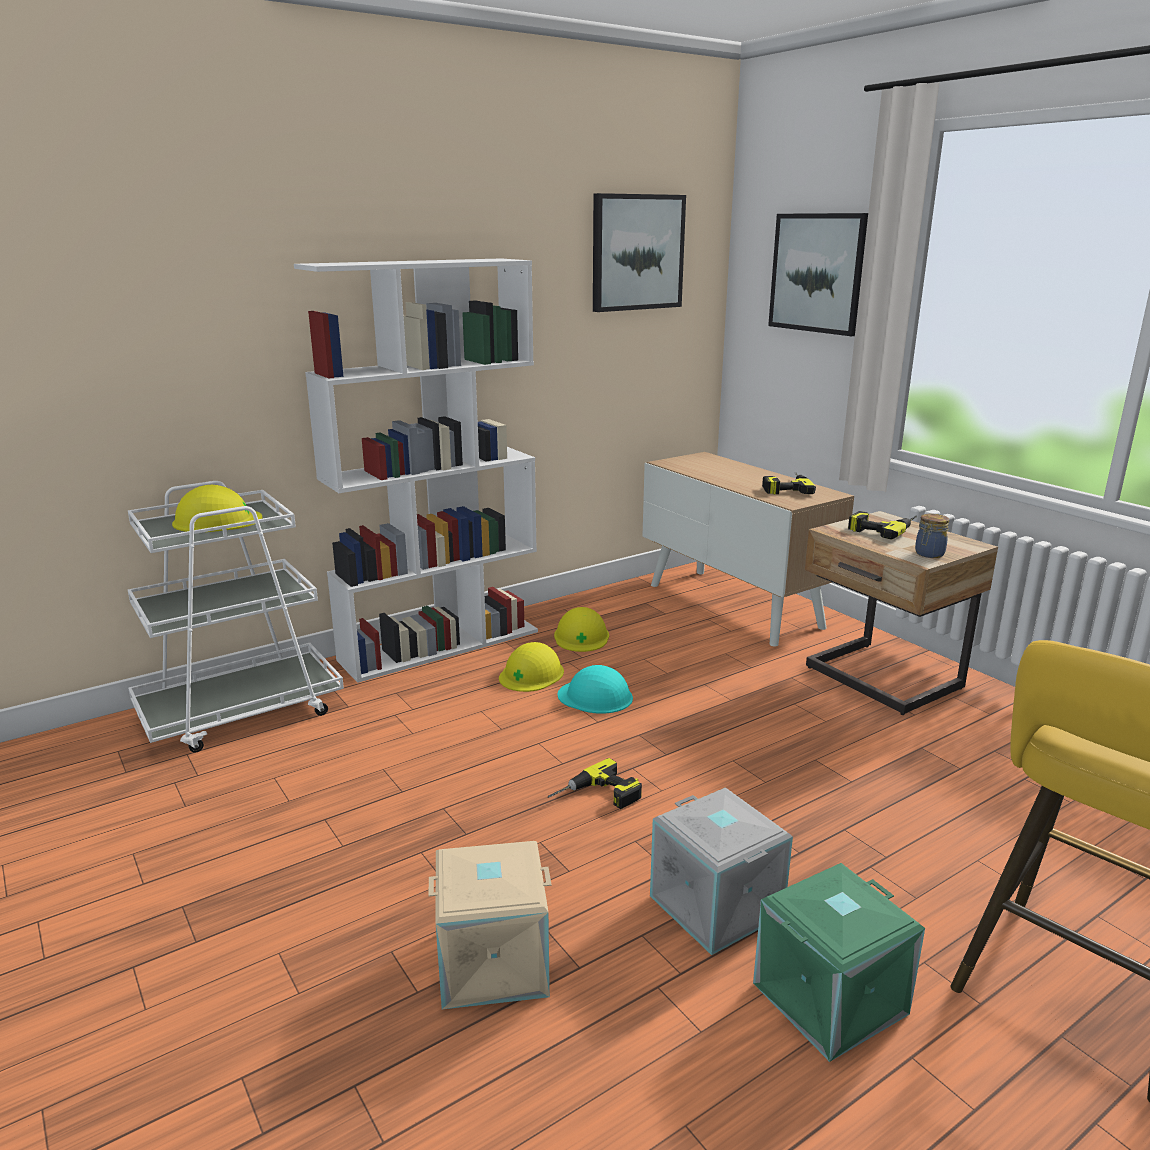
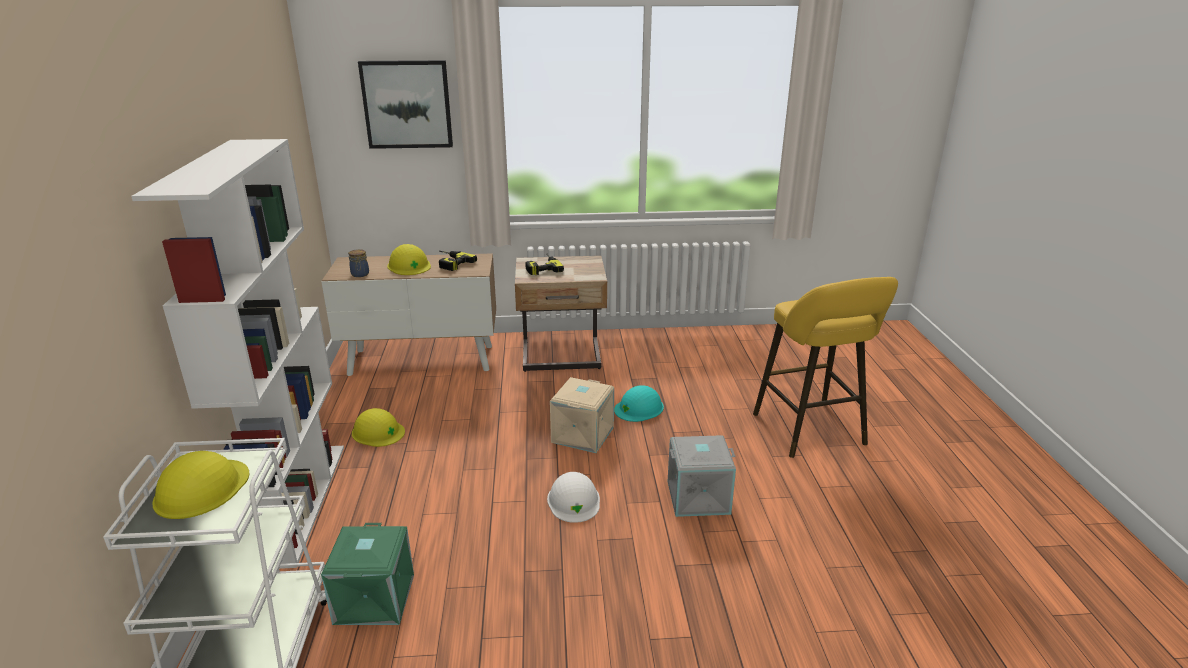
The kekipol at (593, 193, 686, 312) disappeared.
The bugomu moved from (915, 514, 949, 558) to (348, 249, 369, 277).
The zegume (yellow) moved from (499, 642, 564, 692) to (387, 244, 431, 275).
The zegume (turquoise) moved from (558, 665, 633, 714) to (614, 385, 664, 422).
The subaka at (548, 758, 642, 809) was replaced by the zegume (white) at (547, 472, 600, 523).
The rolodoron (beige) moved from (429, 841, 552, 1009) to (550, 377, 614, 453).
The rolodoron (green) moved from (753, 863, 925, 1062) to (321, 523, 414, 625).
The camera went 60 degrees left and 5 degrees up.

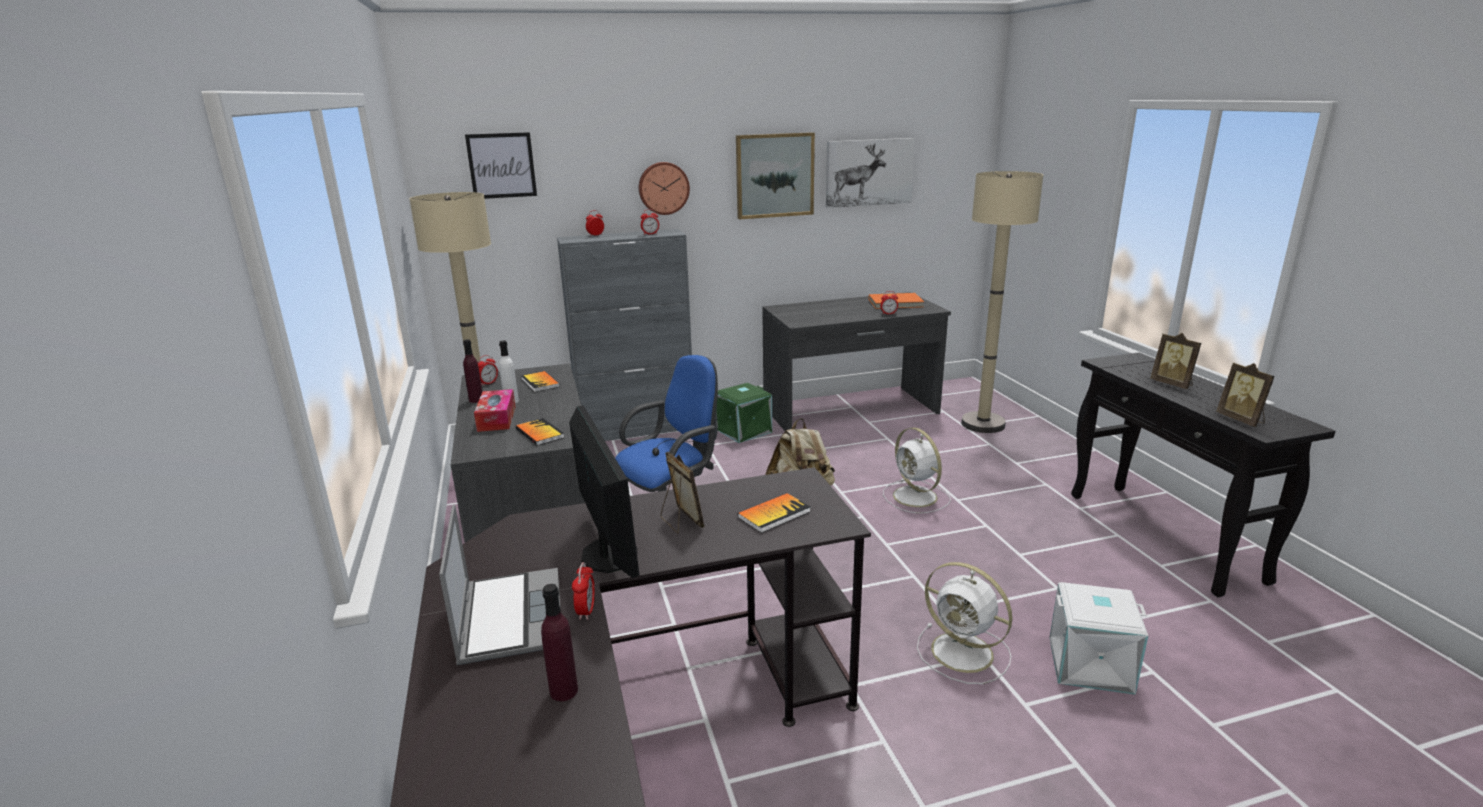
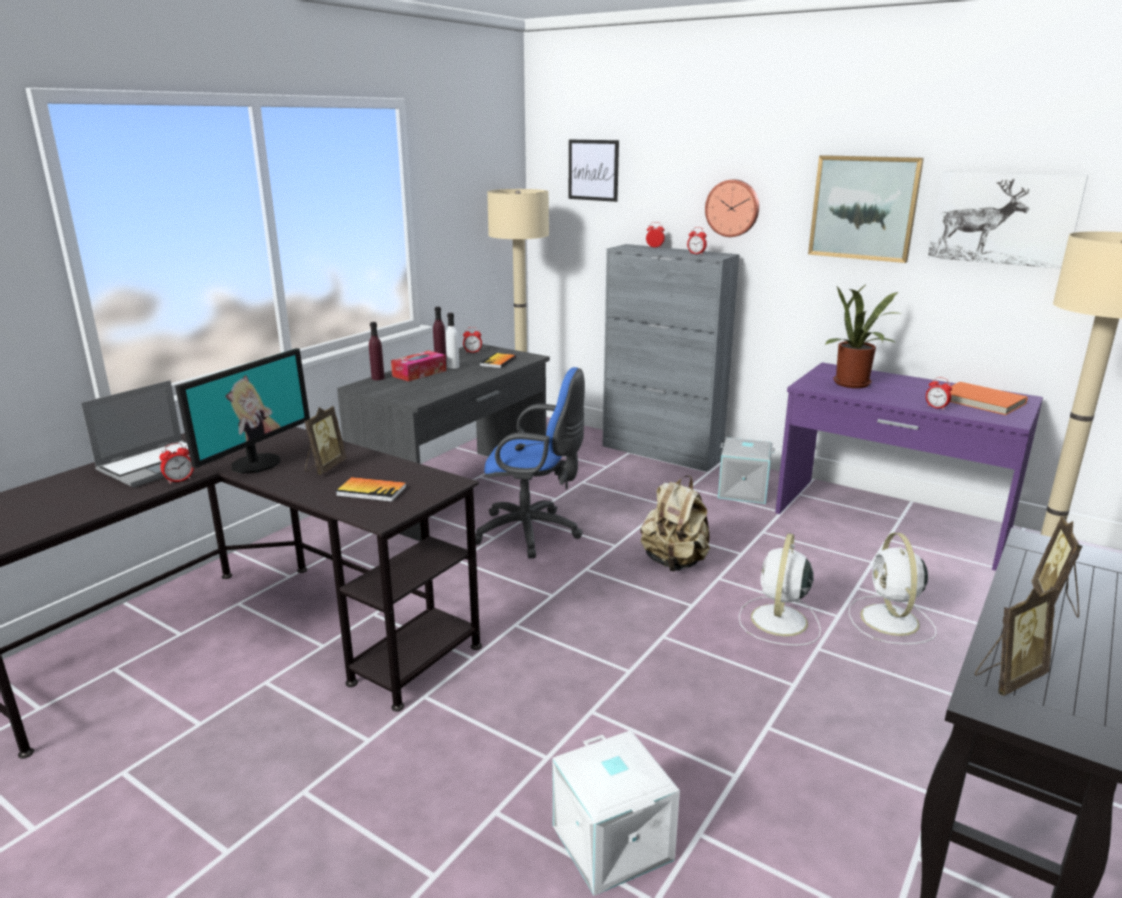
The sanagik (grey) at (762, 292, 951, 431) became the sanagik (purple) at (775, 363, 1043, 571).
The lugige at (1216, 363, 1275, 427) turned 150 degrees counterclockwise.
The rolodoron (green) at (716, 383, 772, 443) became the rolodoron (grey) at (718, 438, 775, 504).
The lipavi at (515, 418, 565, 446) disappeared.
The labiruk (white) moved from (917, 562, 1012, 684) to (849, 533, 937, 644).
The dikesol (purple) moved from (541, 584, 578, 701) to (369, 322, 385, 380).
The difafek at (824, 284, 903, 388) appeared.
The camera went 50 degrees right and 0 degrees up.

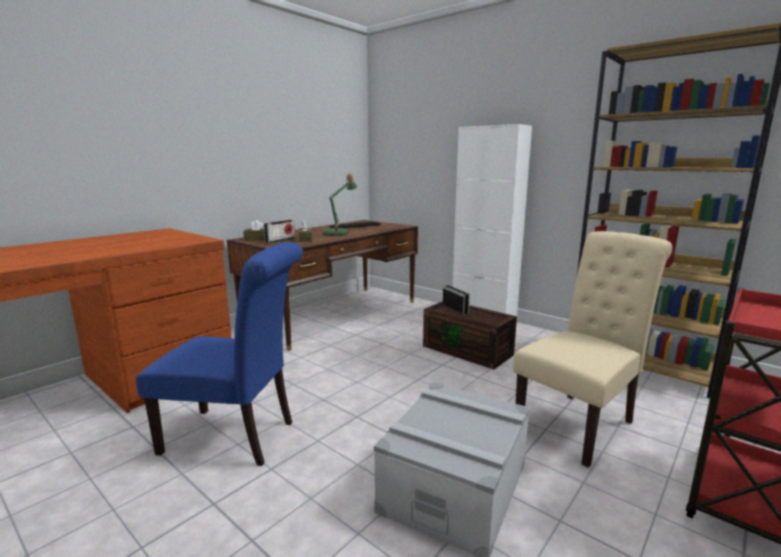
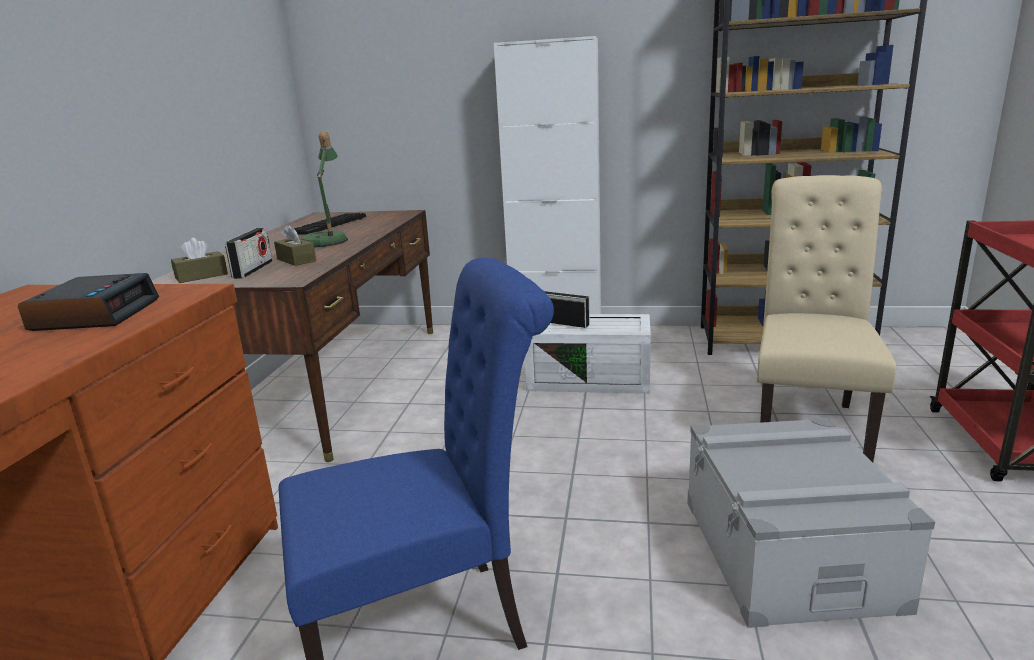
The rolodoron (brown) at (423, 301, 517, 369) became the rolodoron (white) at (525, 314, 651, 394).
The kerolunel at (18, 273, 159, 331) appeared.
The camera went 30 degrees left and 5 degrees up.

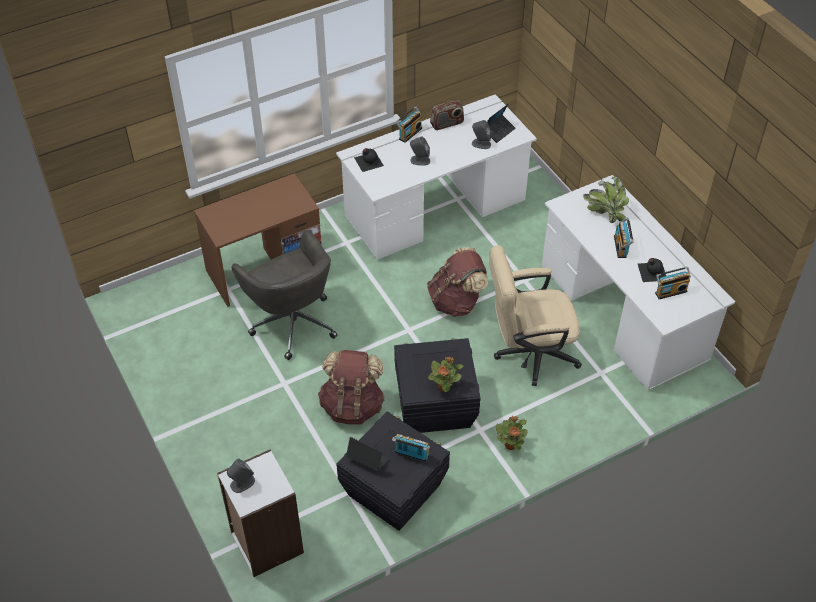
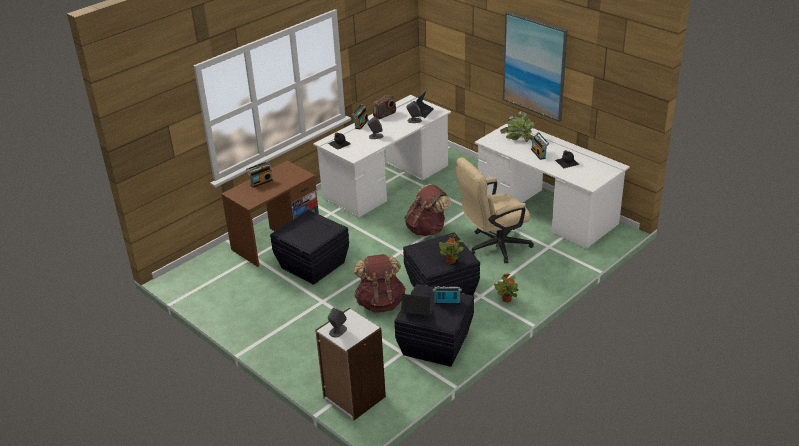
The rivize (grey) at (231, 230, 337, 360) was replaced by the rolodoron (black) at (270, 210, 349, 285).
The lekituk moved from (655, 267, 691, 299) to (246, 161, 273, 188).
The kekipol at (503, 11, 568, 122) appeared.
The camera went 15 degrees left and 15 degrees down.

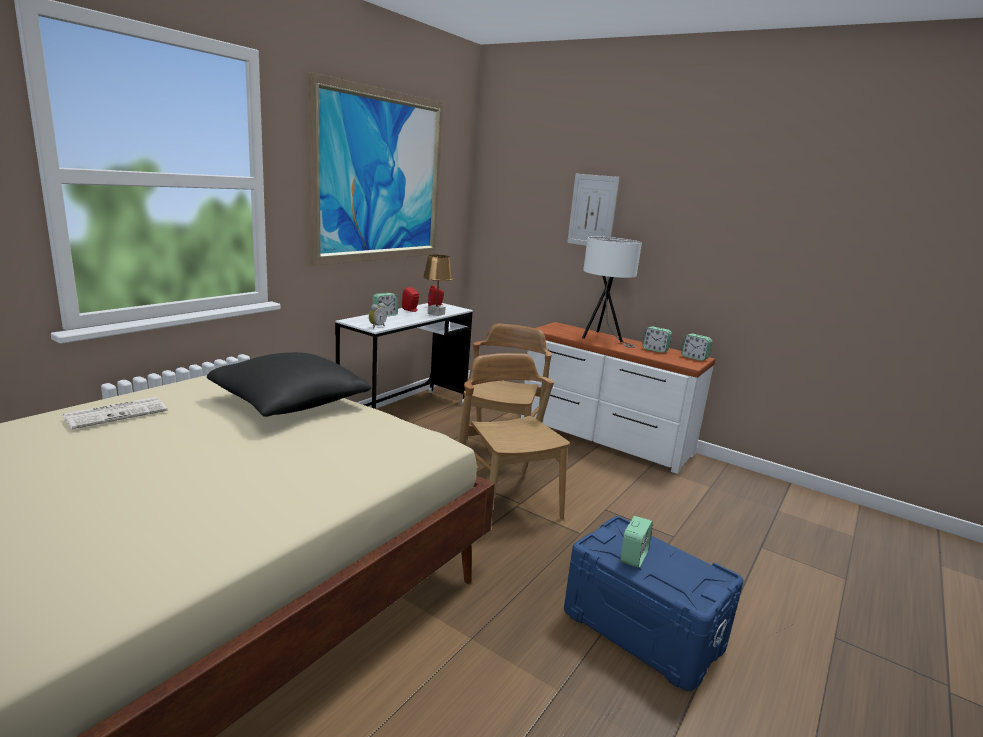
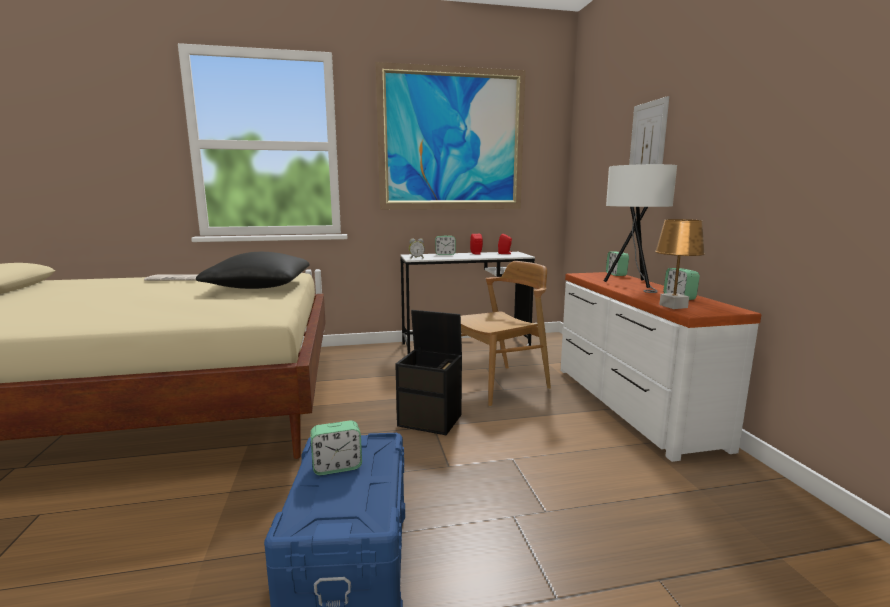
The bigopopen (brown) moved from (423, 254, 453, 316) to (655, 219, 705, 309).
The kerolunel moved from (681, 334, 712, 361) to (606, 251, 629, 276).
The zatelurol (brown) at (459, 353, 570, 520) was replaced by the rolodoron (black) at (395, 310, 462, 435).
The camera went 45 degrees right and 5 degrees down.

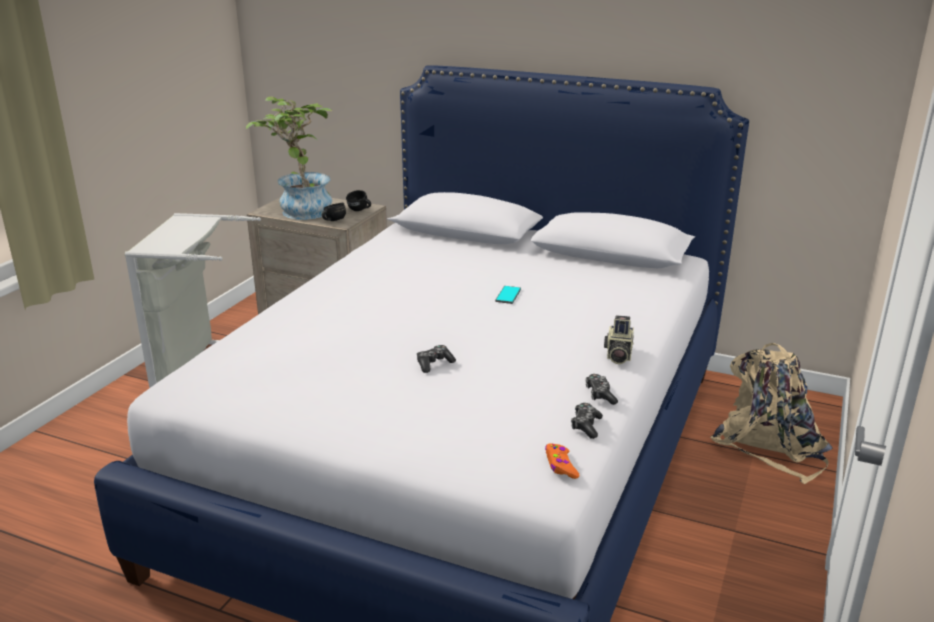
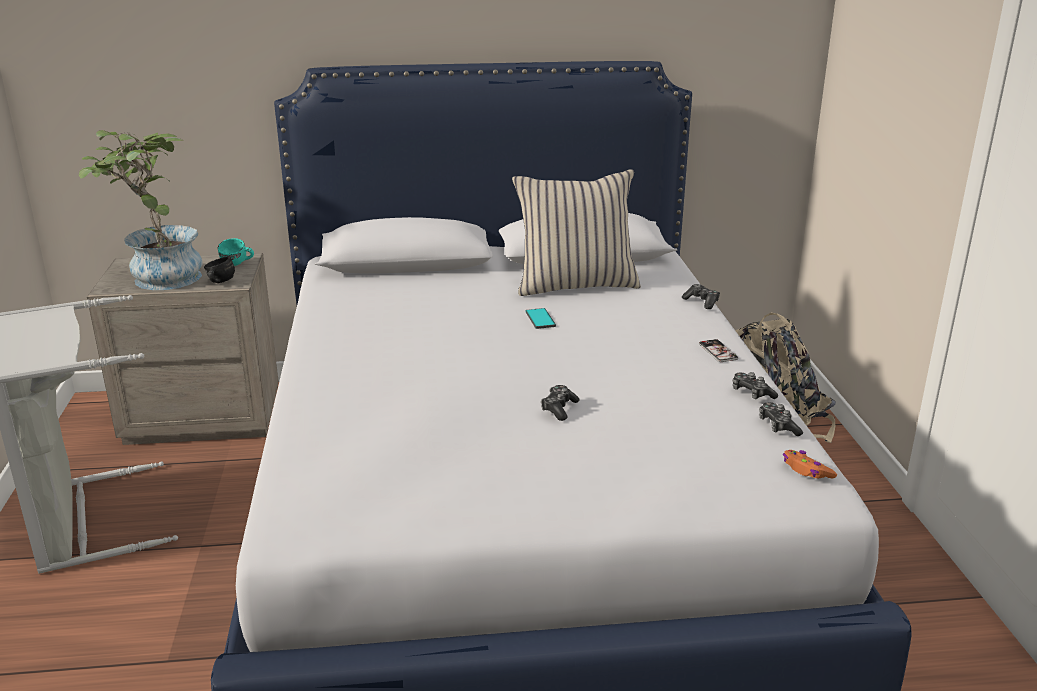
The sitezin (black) at (346, 190, 371, 211) became the sitezin (turquoise) at (218, 238, 254, 266).
The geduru at (604, 315, 634, 364) was replaced by the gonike at (699, 339, 739, 362).
The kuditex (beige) at (512, 169, 641, 296) appeared.
The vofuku at (682, 284, 720, 309) appeared.
The camera went 30 degrees left and 0 degrees up.

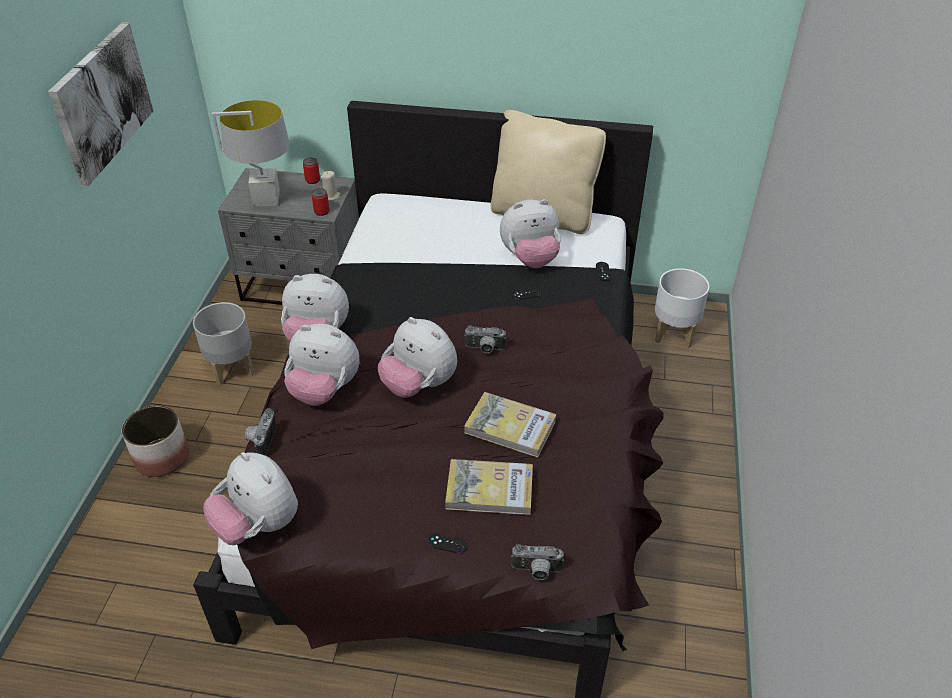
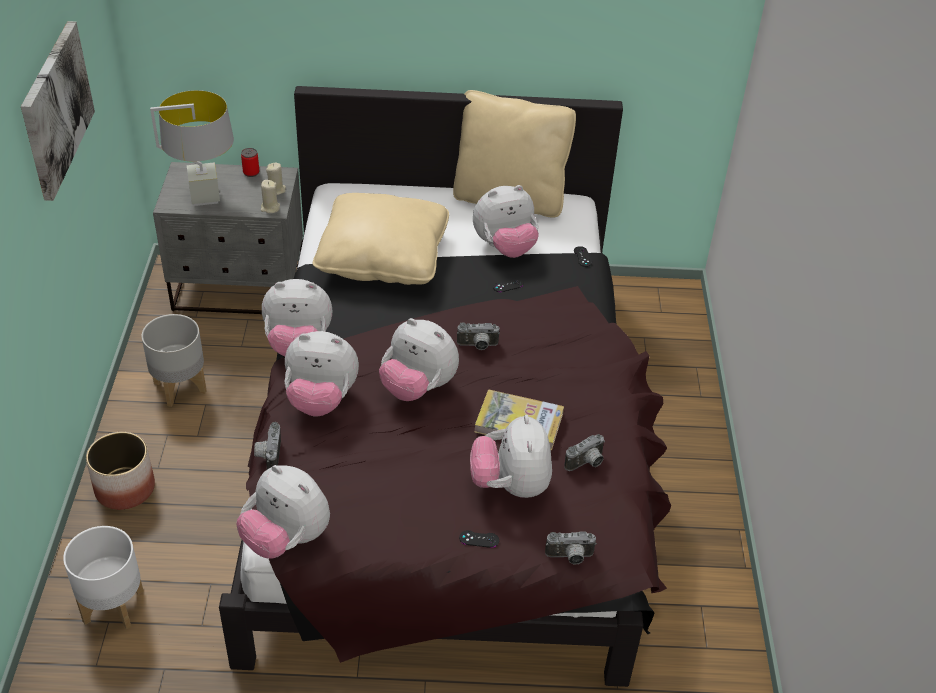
The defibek at (312, 188, 329, 216) was replaced by the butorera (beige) at (261, 180, 280, 213).
The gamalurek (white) moved from (655, 268, 709, 348) to (63, 526, 144, 629).
The lipavi at (445, 459, 533, 515) was replaced by the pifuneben at (470, 415, 552, 498).
The kuditex (beige) at (313, 193, 449, 285) appeared.
The geduru at (564, 434, 605, 471) appeared.
The camera went 10 degrees left and 0 degrees up.

